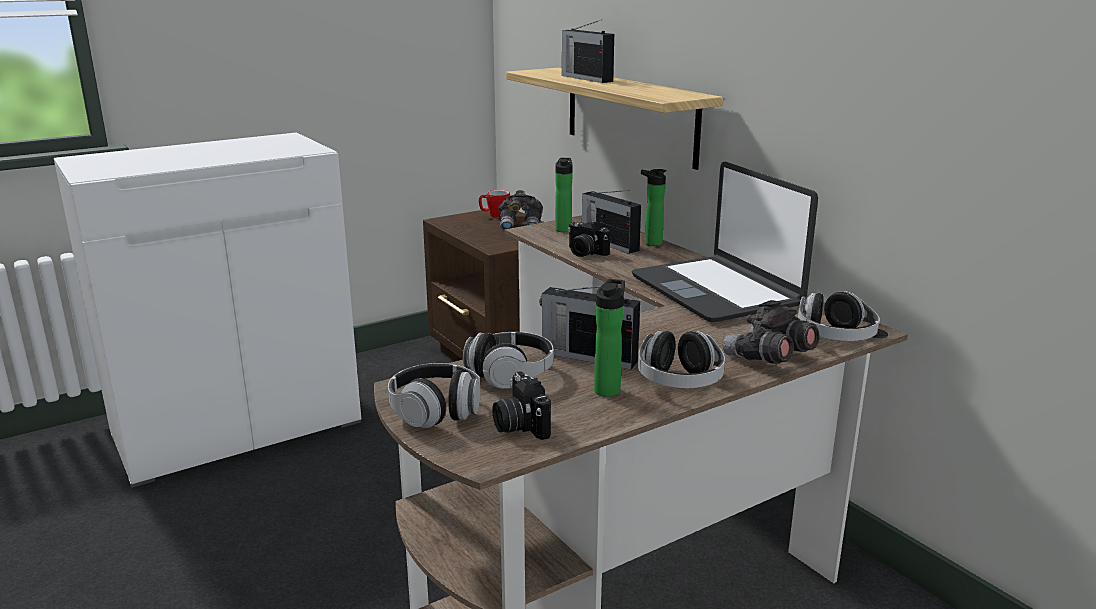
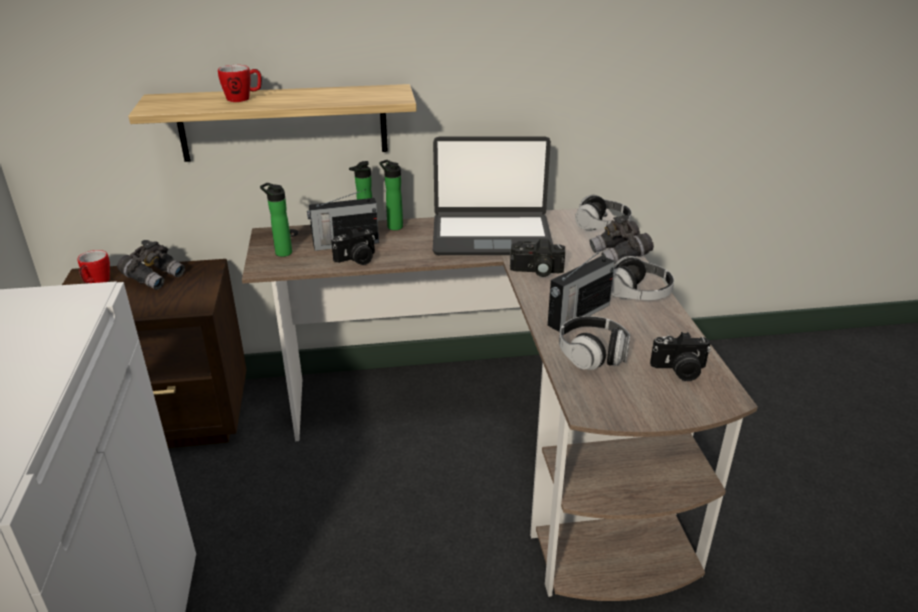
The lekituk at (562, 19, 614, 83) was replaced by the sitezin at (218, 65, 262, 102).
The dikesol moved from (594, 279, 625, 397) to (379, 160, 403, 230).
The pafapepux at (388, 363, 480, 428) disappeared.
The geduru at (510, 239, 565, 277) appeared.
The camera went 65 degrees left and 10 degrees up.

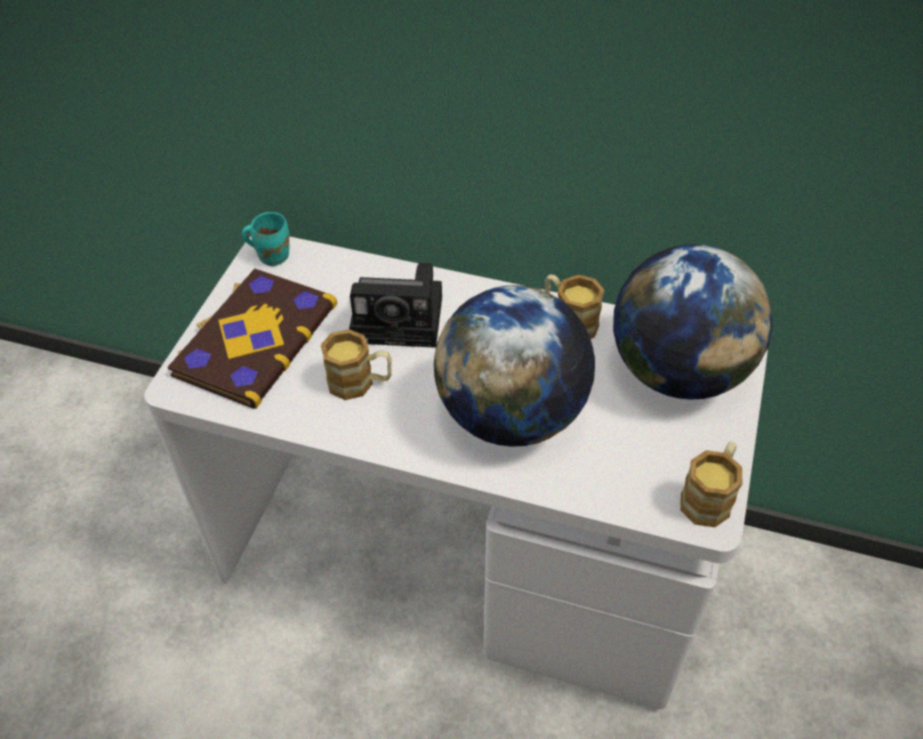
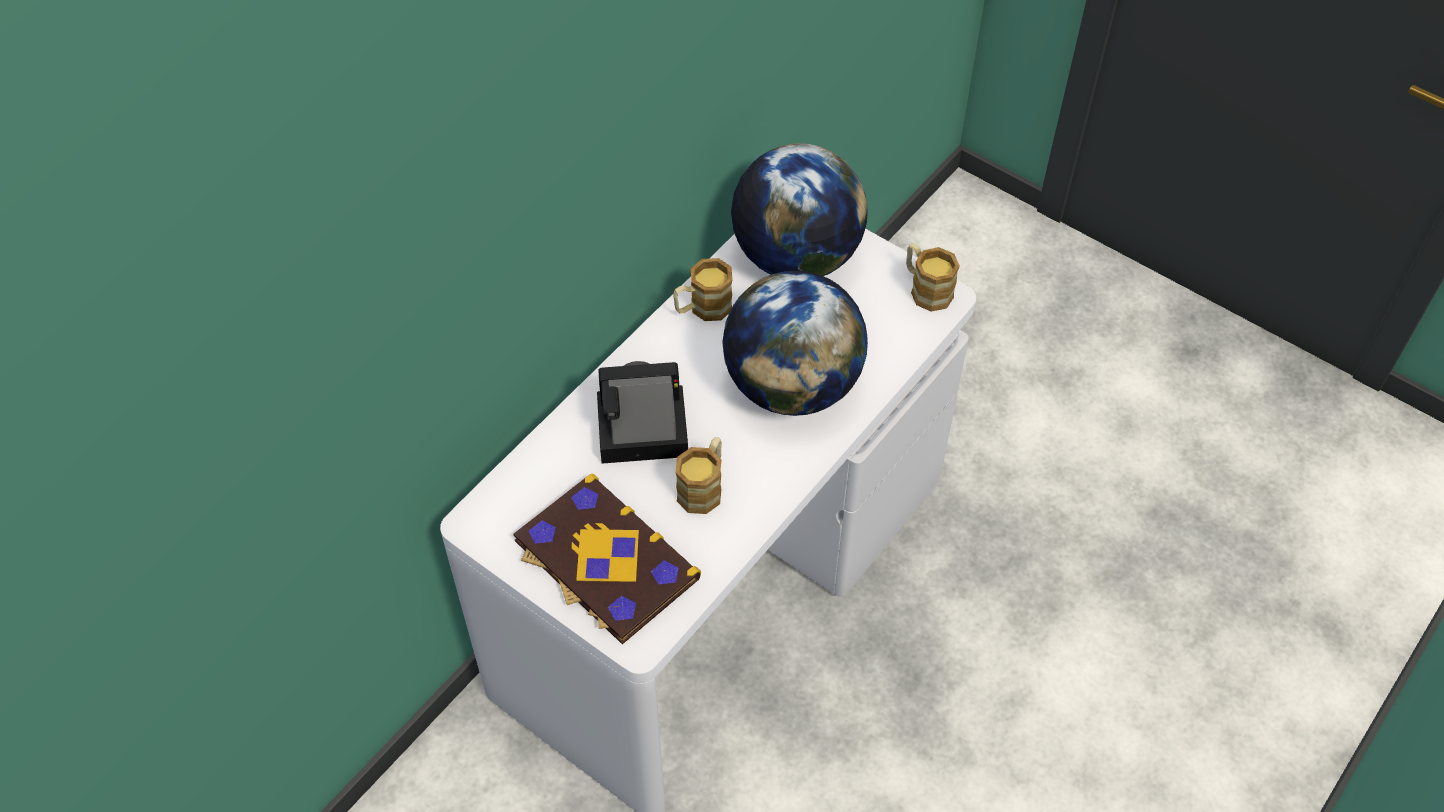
The sitezin (turquoise) at (242, 212, 289, 266) disappeared.
The geduru at (349, 262, 442, 348) turned 120 degrees counterclockwise.
The camera went 70 degrees left and 5 degrees up.

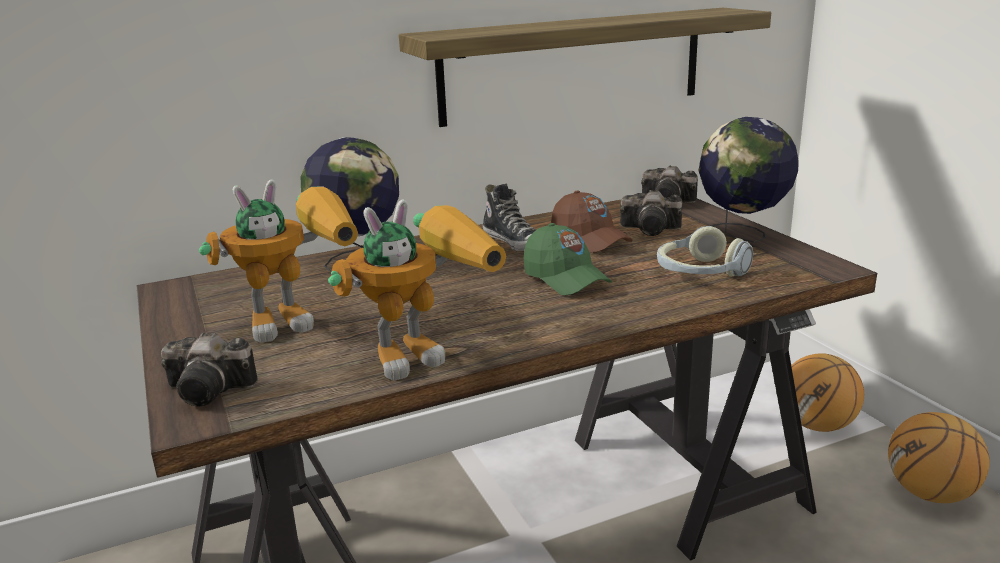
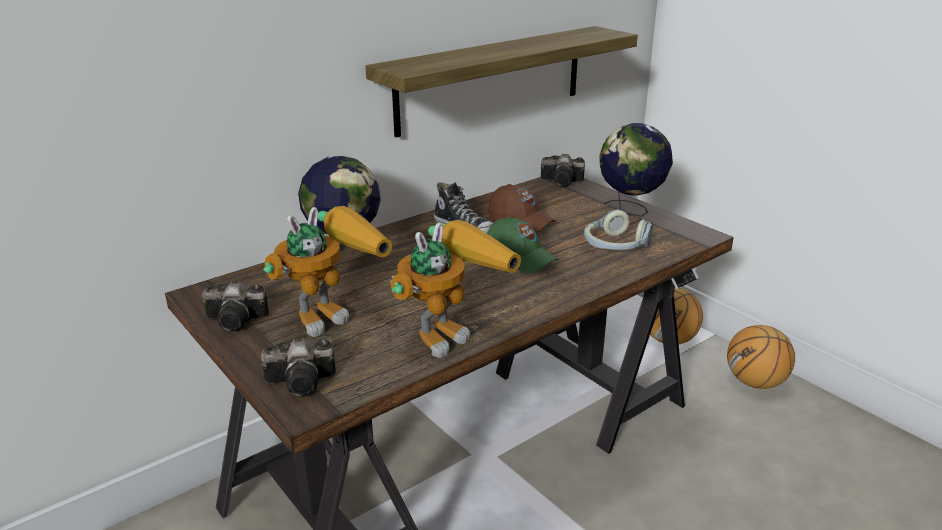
The geduru moved from (620, 190, 682, 236) to (202, 281, 269, 332).
The camera went 15 degrees left and 5 degrees up.

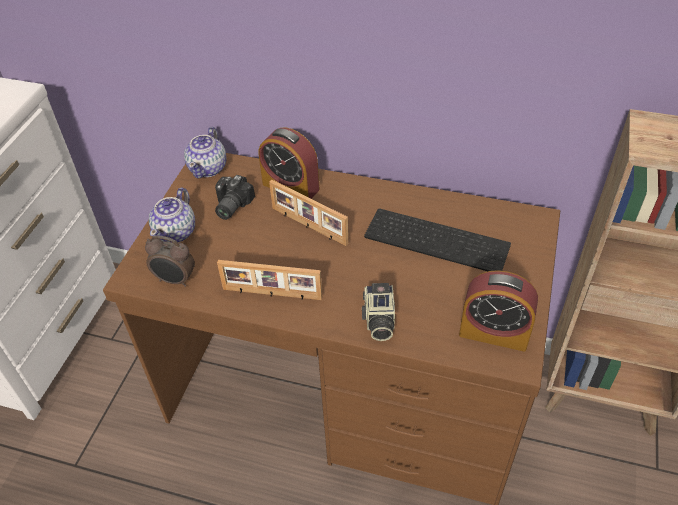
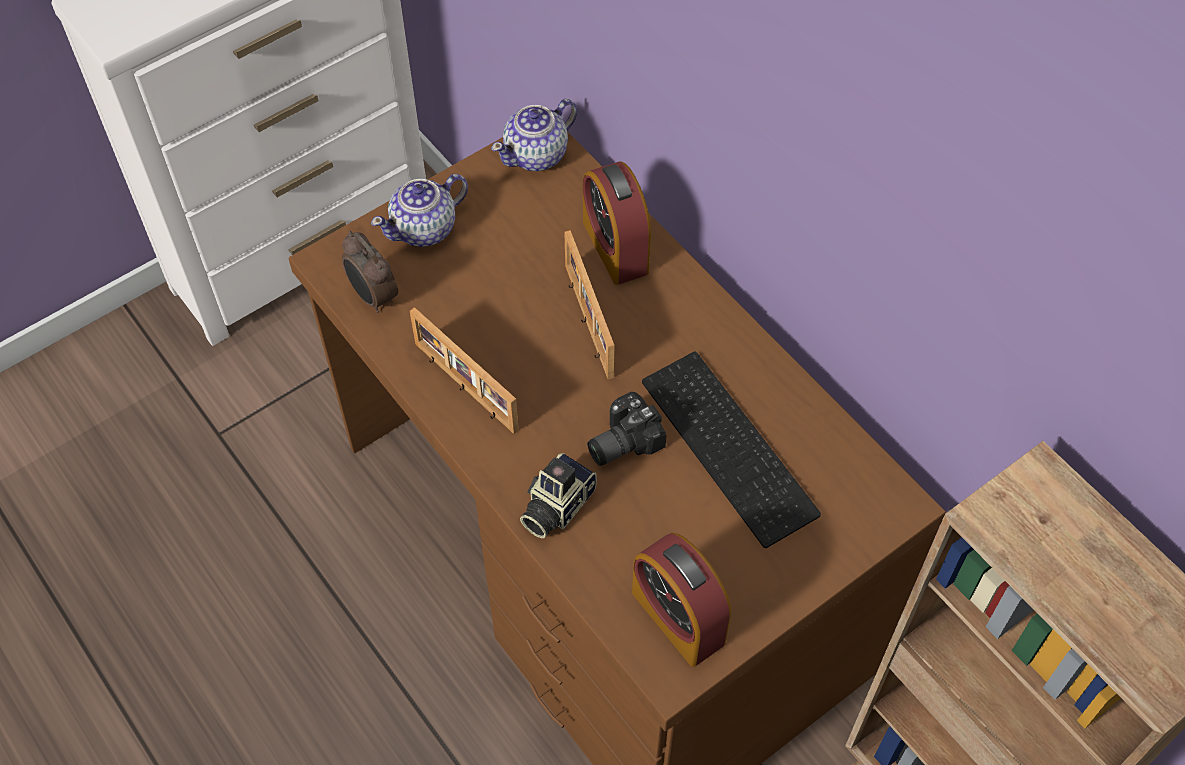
The geduru moved from (215, 175, 255, 220) to (587, 392, 666, 466).
The camera went 35 degrees right and 10 degrees up.

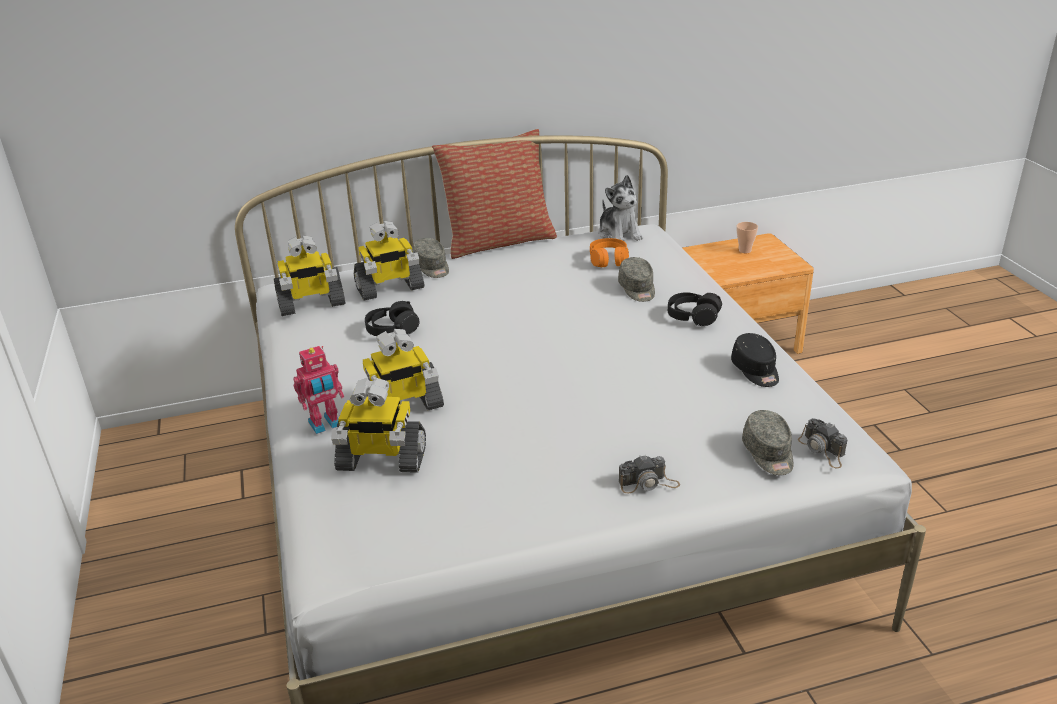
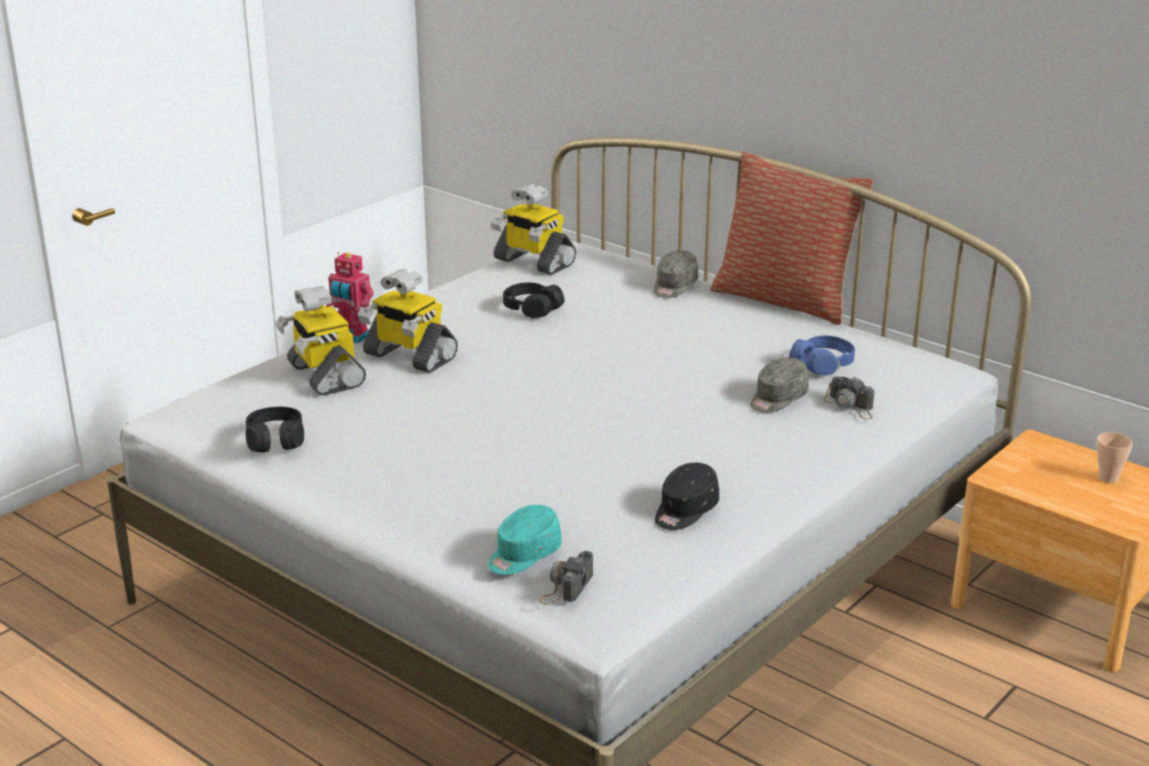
The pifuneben at (598, 175, 643, 242) disappeared.
The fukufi at (354, 221, 425, 300) disappeared.
The pafapepux (orange) at (590, 238, 629, 267) became the pafapepux (blue) at (789, 335, 855, 376).
The pafapepux (black) moved from (668, 292, 722, 326) to (246, 407, 304, 452).
The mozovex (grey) at (742, 410, 793, 475) became the mozovex (turquoise) at (488, 505, 562, 575).
The geduru moved from (619, 455, 680, 493) to (823, 376, 875, 420).
The camera went 55 degrees right and 5 degrees down.

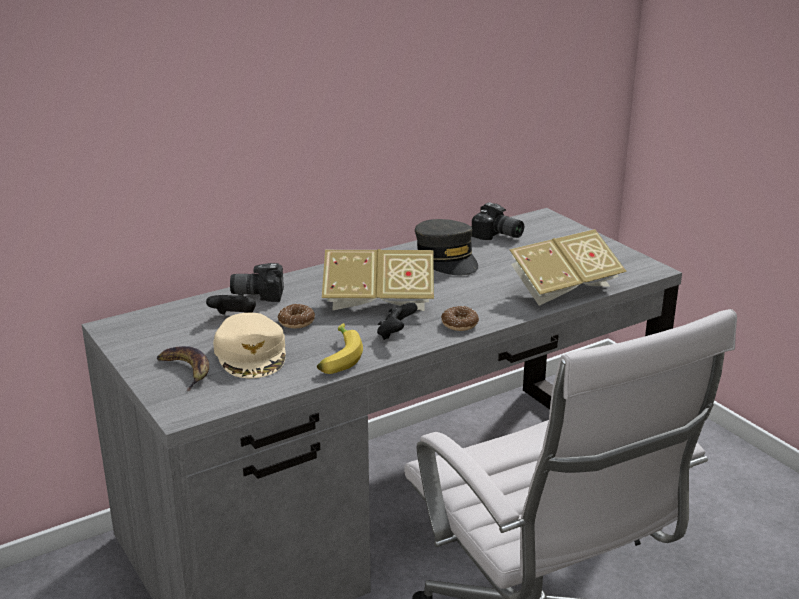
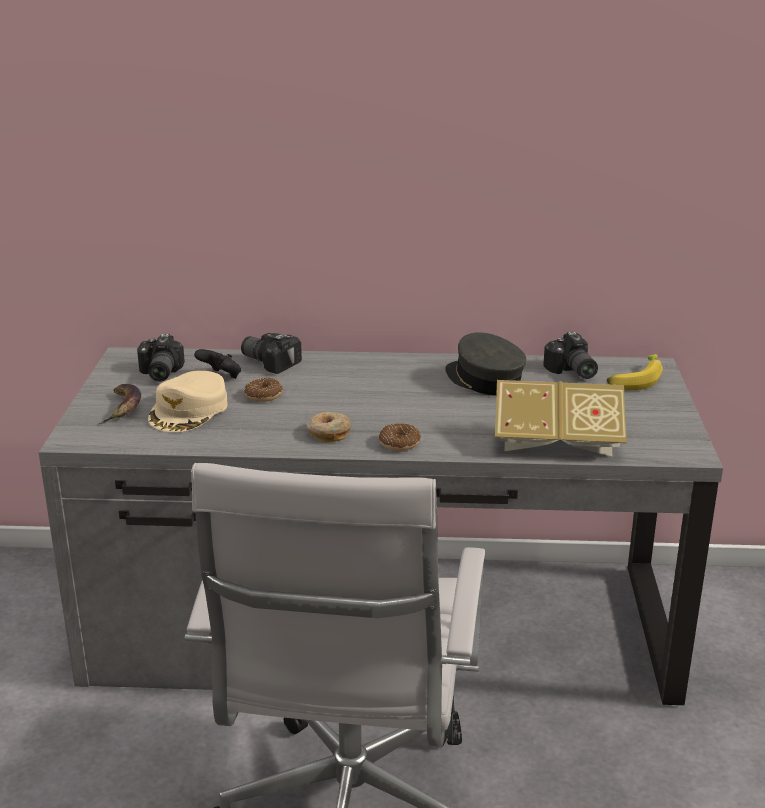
The mozovex (grey) at (415, 219, 478, 275) turned 135 degrees clockwise.
The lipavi at (322, 249, 434, 311) disappeared.
The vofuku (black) at (377, 302, 417, 340) was replaced by the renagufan at (307, 412, 351, 442).
The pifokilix moved from (317, 323, 363, 374) to (607, 354, 663, 390).
The geduru at (137, 334, 185, 382) appeared.
The camera went 35 degrees right and 0 degrees up.

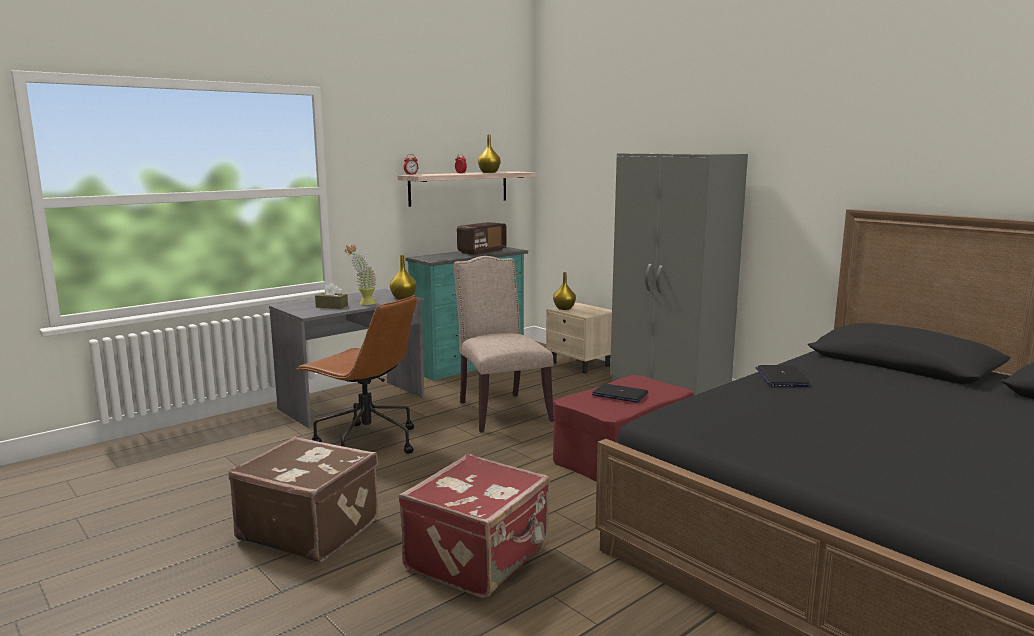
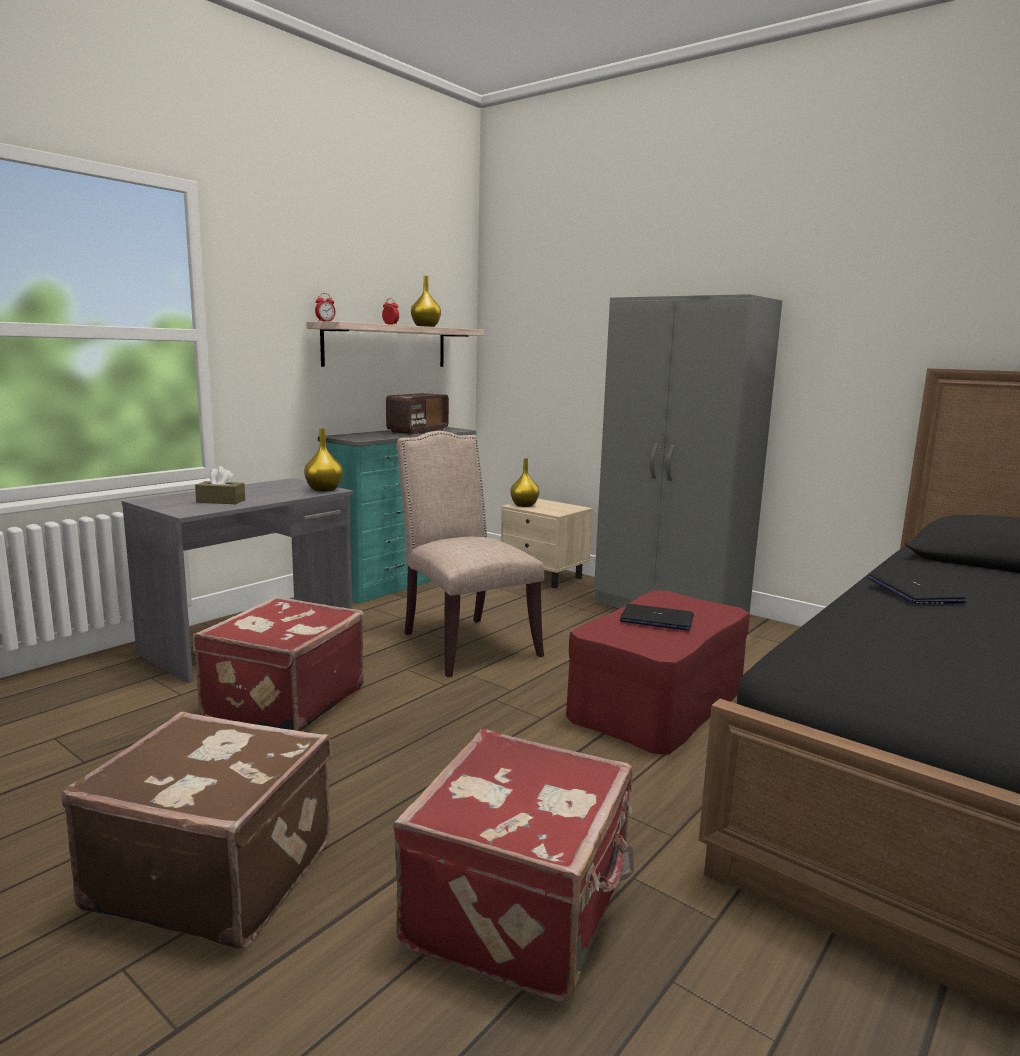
The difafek at (345, 244, 377, 305) disappeared.
The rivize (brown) at (297, 295, 417, 454) was replaced by the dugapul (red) at (193, 596, 364, 731).
The camera went 10 degrees left and 0 degrees up.

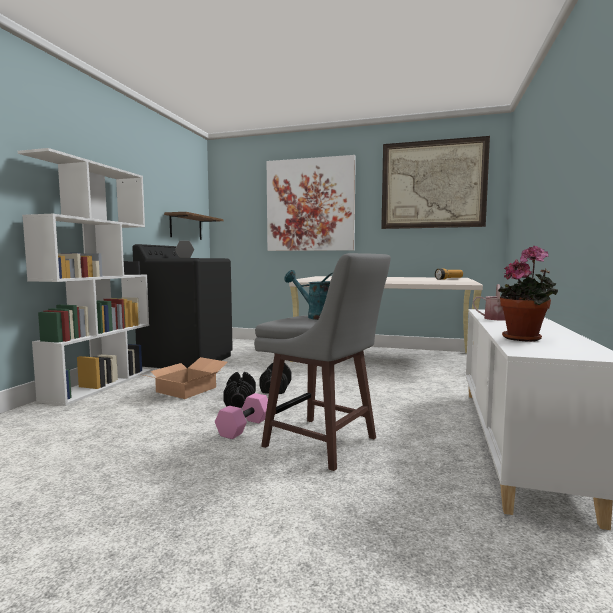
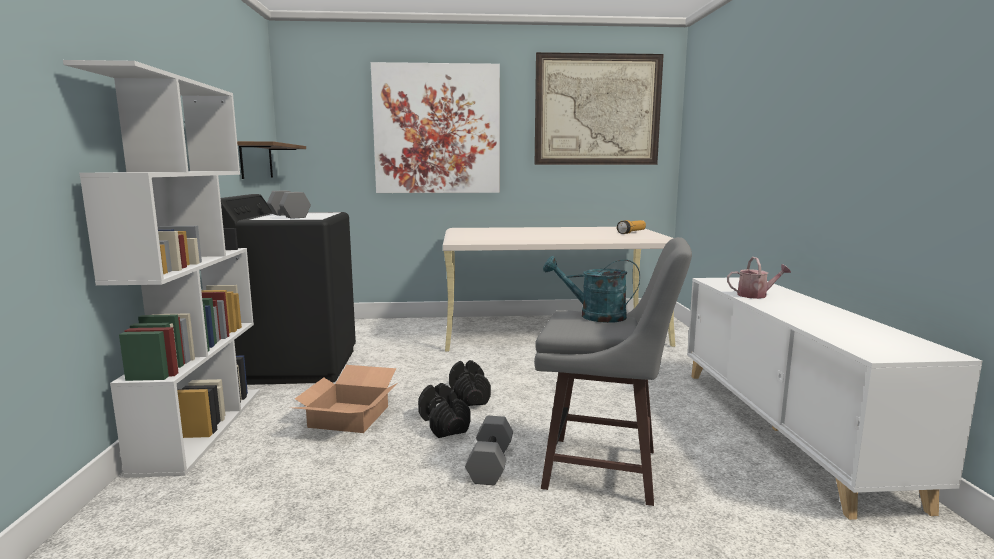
The difafek at (498, 246, 558, 342) disappeared.
The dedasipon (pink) at (215, 393, 268, 439) became the dedasipon (grey) at (465, 416, 513, 485).
The camera went 20 degrees left and 5 degrees up.

